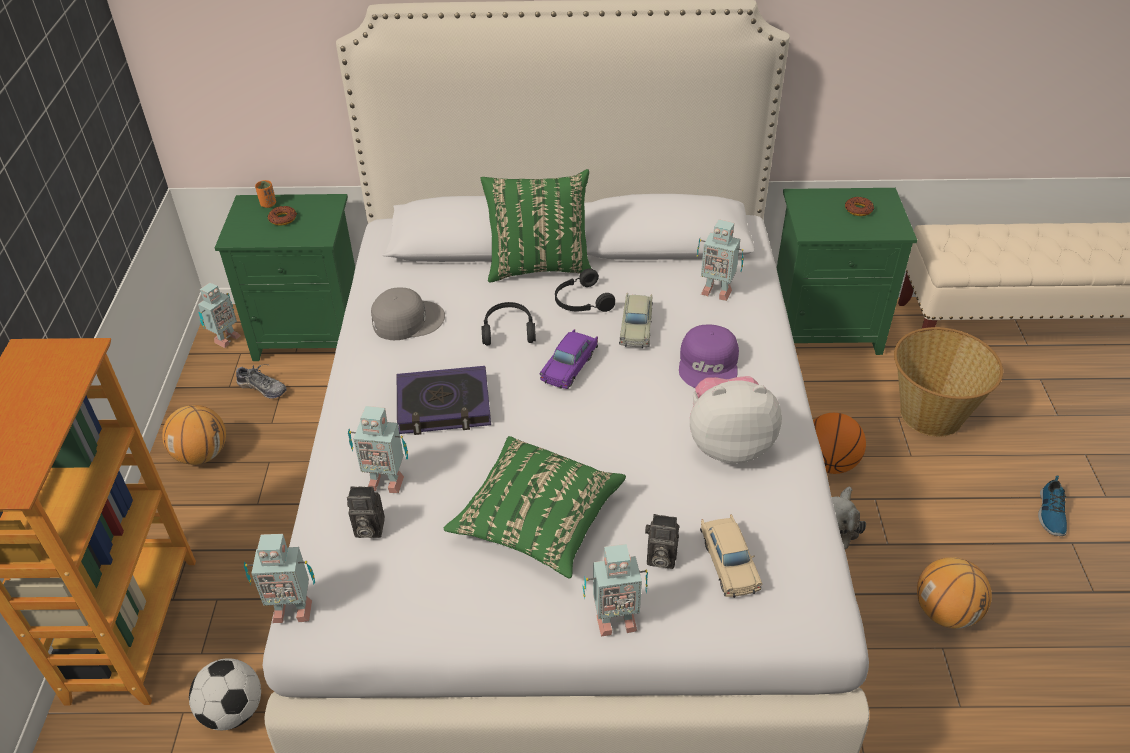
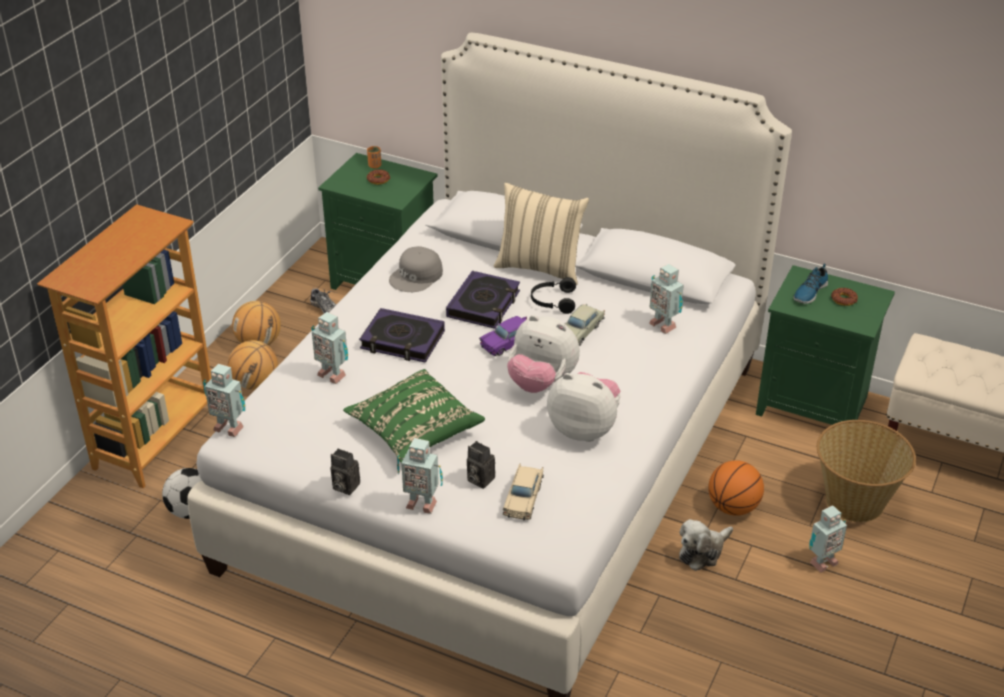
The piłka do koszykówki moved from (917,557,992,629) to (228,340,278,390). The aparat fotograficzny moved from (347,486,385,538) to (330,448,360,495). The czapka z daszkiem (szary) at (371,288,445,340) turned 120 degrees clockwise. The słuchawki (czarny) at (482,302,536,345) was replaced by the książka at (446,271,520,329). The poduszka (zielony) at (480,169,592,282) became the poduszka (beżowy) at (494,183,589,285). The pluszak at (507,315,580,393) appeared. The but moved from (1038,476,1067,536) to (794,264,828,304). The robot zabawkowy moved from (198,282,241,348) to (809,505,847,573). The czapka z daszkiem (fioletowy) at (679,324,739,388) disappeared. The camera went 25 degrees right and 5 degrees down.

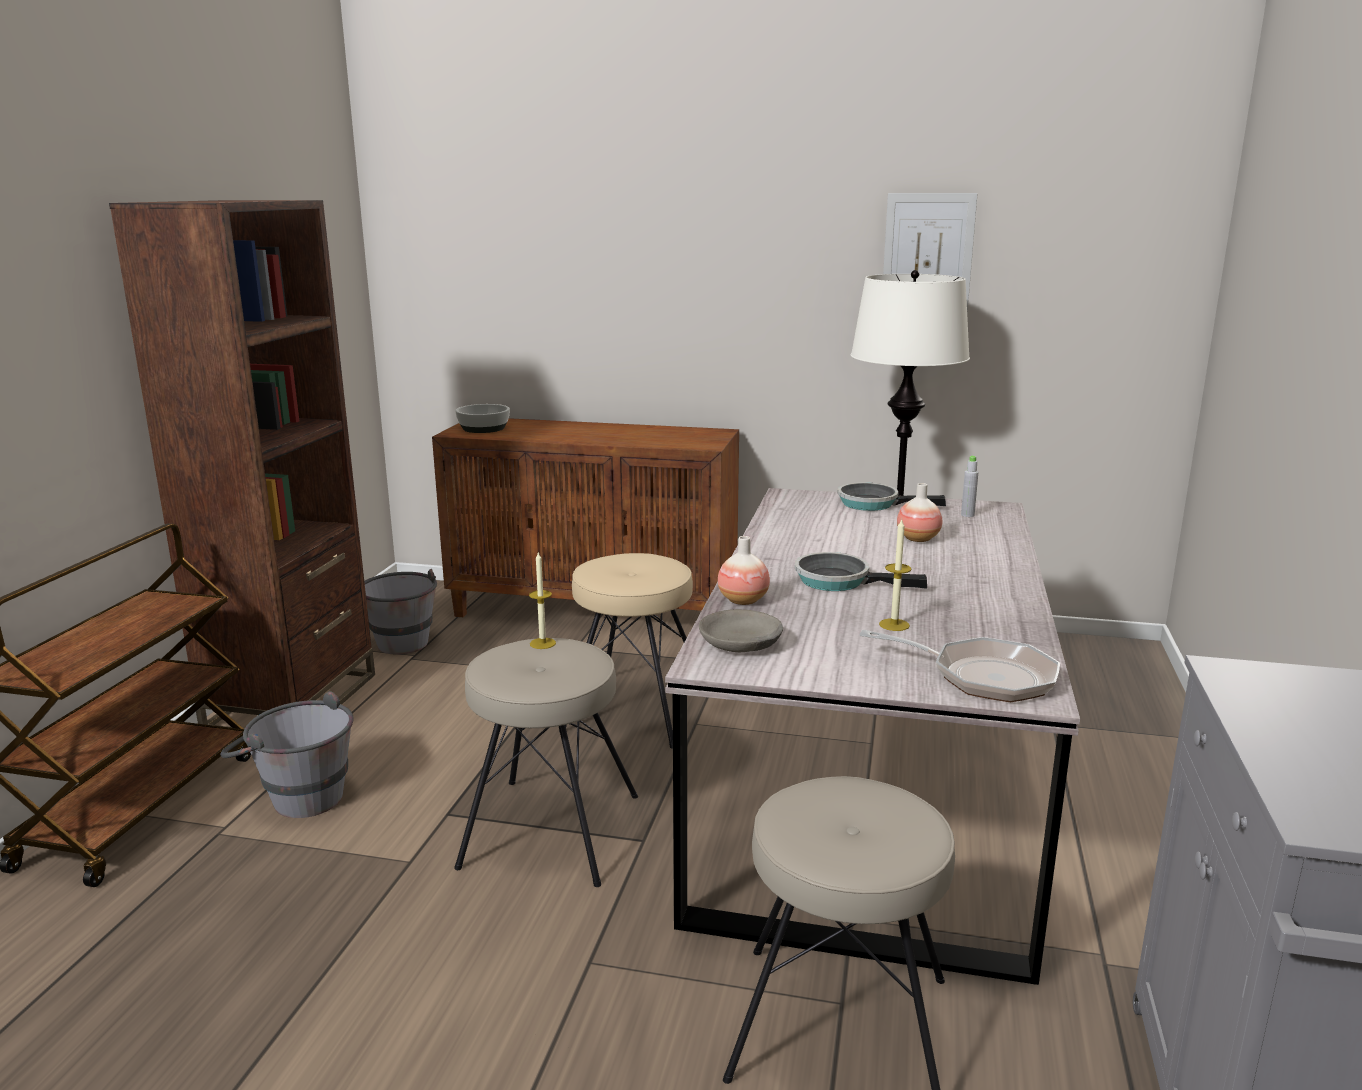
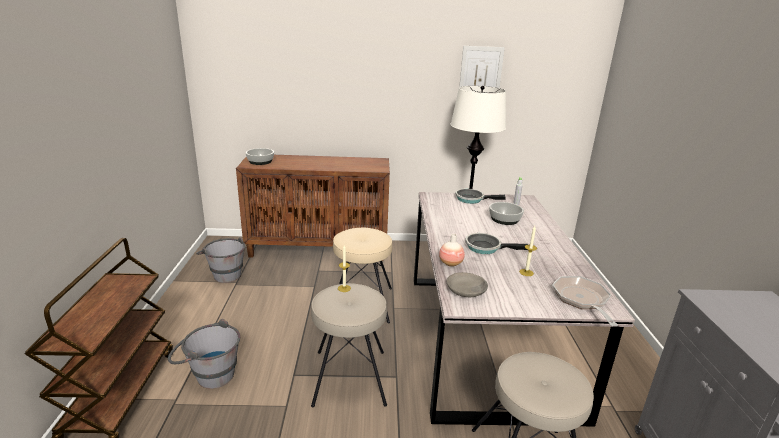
The wazon at (897,483,942,542) was replaced by the miska at (489,202,524,225). The patelnia at (859,630,1060,702) turned 105 degrees counterclockwise. The regał (brązowy) at (109,200,375,728) disappeared. The camera went 15 degrees left and 5 degrees up.

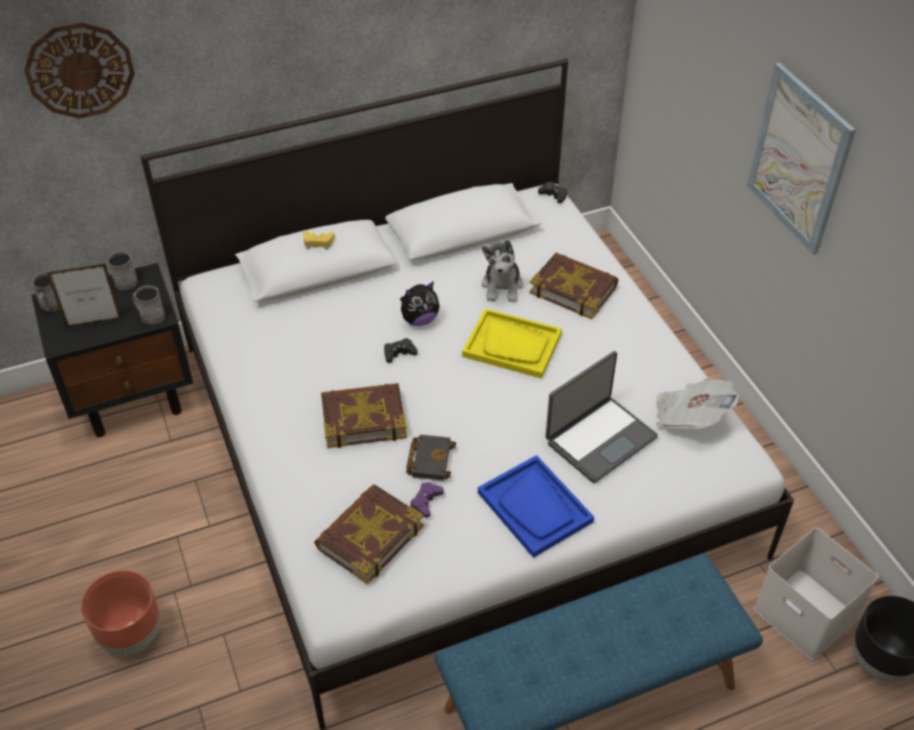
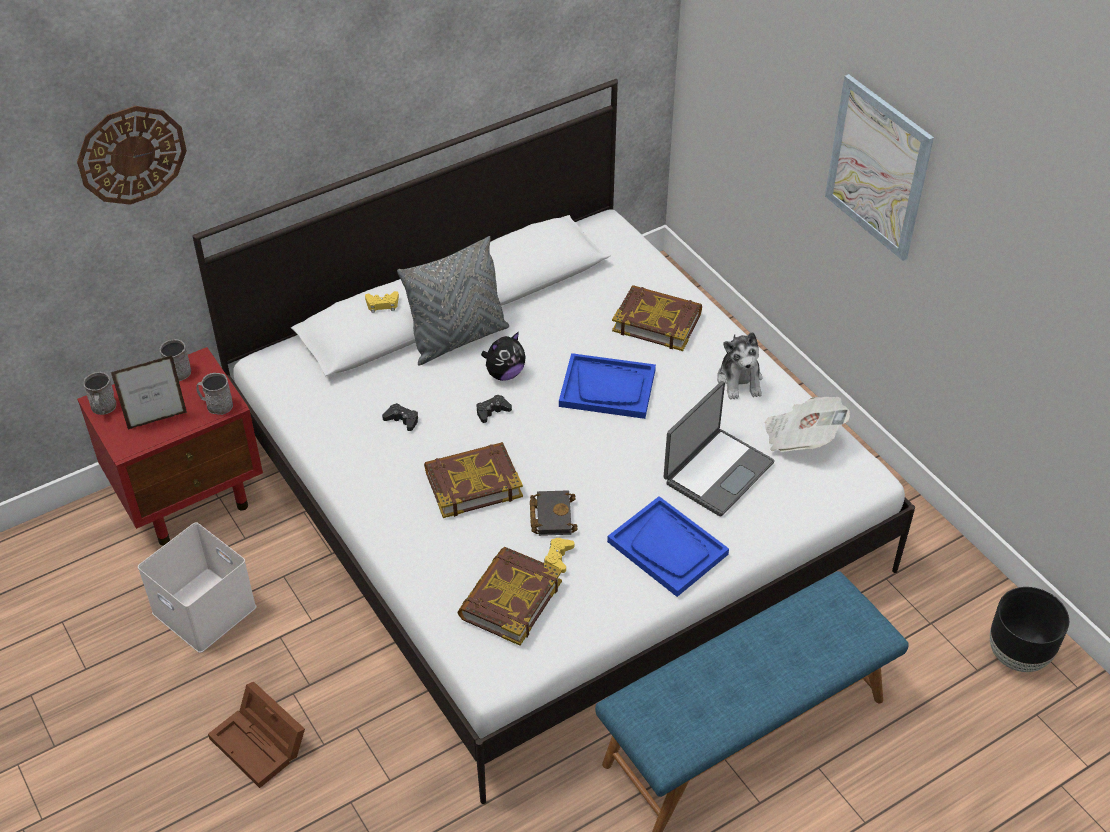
The szafka nocna (czarny) at (31,263,193,437) became the szafka nocna (czerwony) at (77,347,263,546). The pojemnik do przechowywania (biały) moved from (754,528,878,660) to (138,522,257,653). The donica (brązowy) at (81,571,160,656) was replaced by the pojemnik do przechowywania (brązowy) at (208,682,305,788). The pad do gier (czarny) moved from (538,182,567,204) to (382,403,418,431). The poduszka (szary) at (397,236,509,366) appeared. The pad do gier (fioletowy) at (410,482,444,518) became the pad do gier (żółty) at (544,538,574,573). The taca (żółty) at (462,308,562,379) became the taca (niebieski) at (559,353,656,419). The pluszak moved from (482,240,523,302) to (717,332,763,399). The camera went 10 degrees left and 0 degrees up.

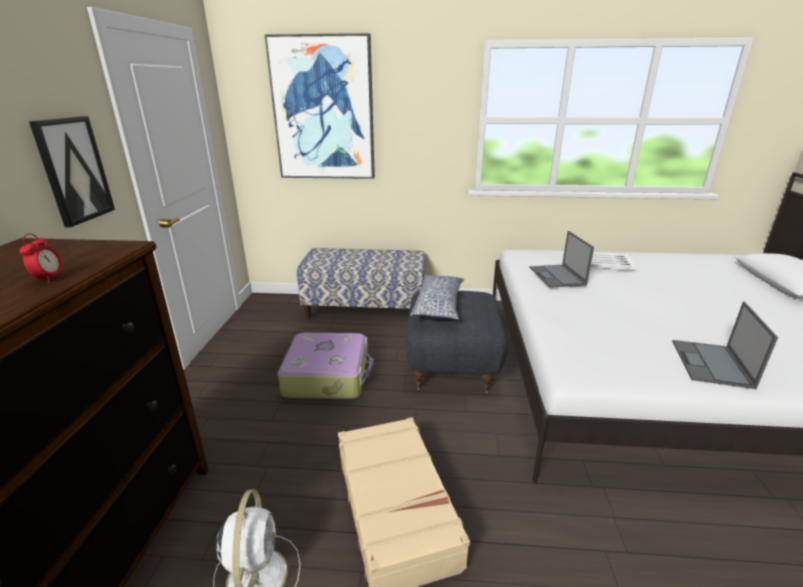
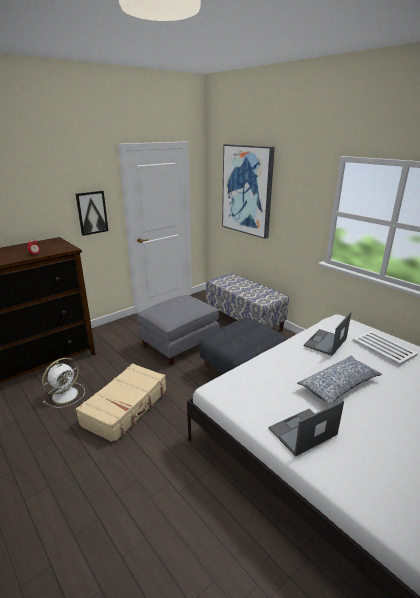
The walizka at (278,333,373,399) was replaced by the pufa (szary) at (137,295,219,366). The poduszka moved from (410,275,464,320) to (297,355,382,406). The camera went 45 degrees right and 0 degrees up.

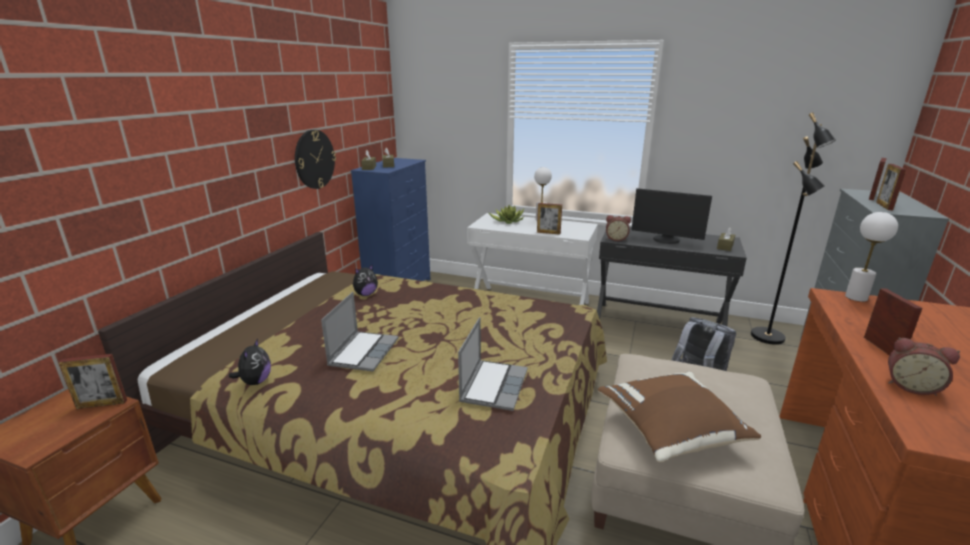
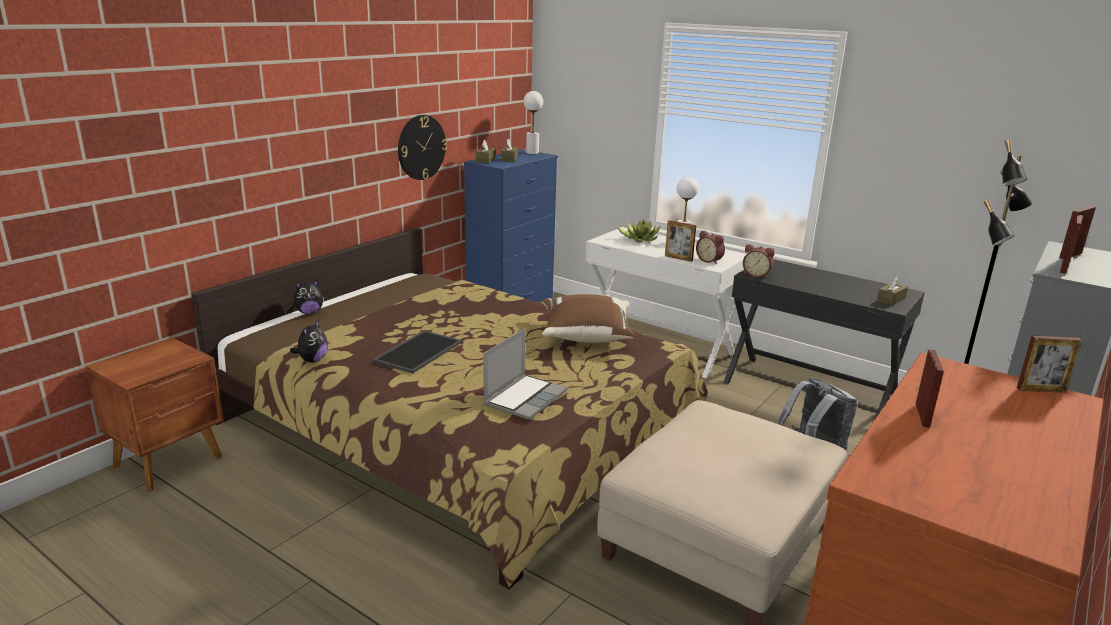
The pluszak moved from (352,264,378,296) to (294,279,324,314). The laptop at (321,292,398,372) was replaced by the taca at (372,330,462,374). The lampa stołowa (biały) moved from (845,212,898,302) to (524,91,543,154). The poduszka (brązowy) moved from (598,371,761,462) to (542,294,635,343). The budzik moved from (888,337,960,396) to (696,230,725,264). The ramka na zdjęcie moved from (58,354,127,409) to (1017,336,1083,393). The monitor at (632,188,712,244) disappeared. The camera went 15 degrees right and 0 degrees up.

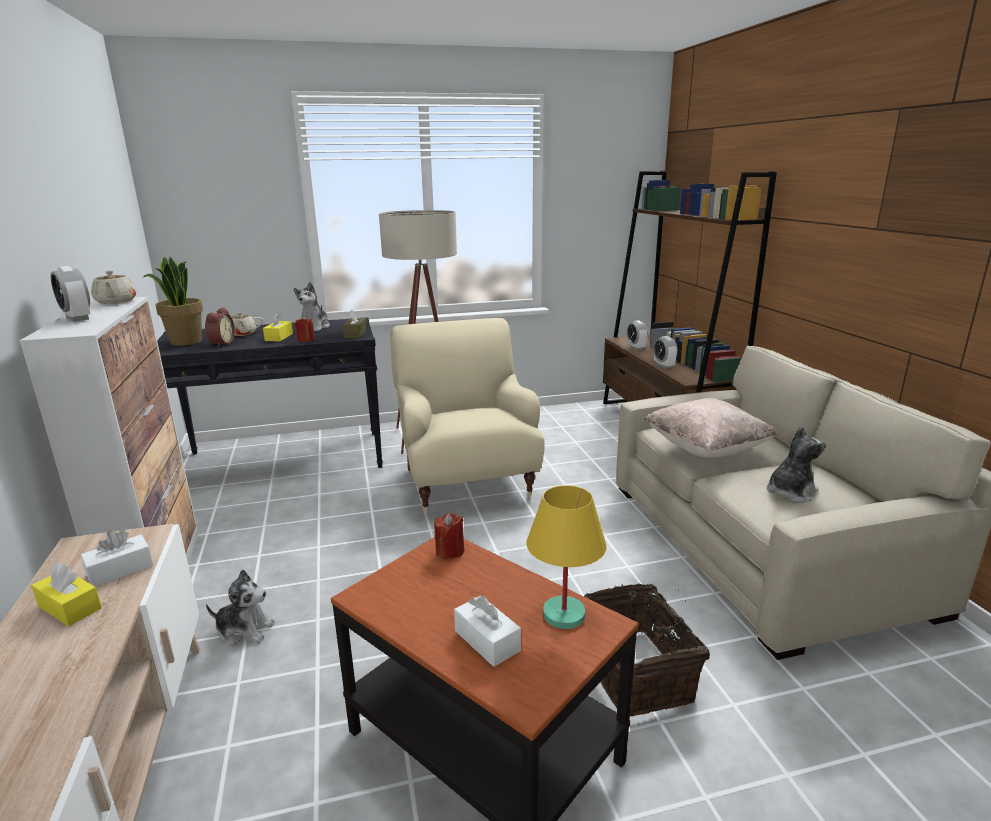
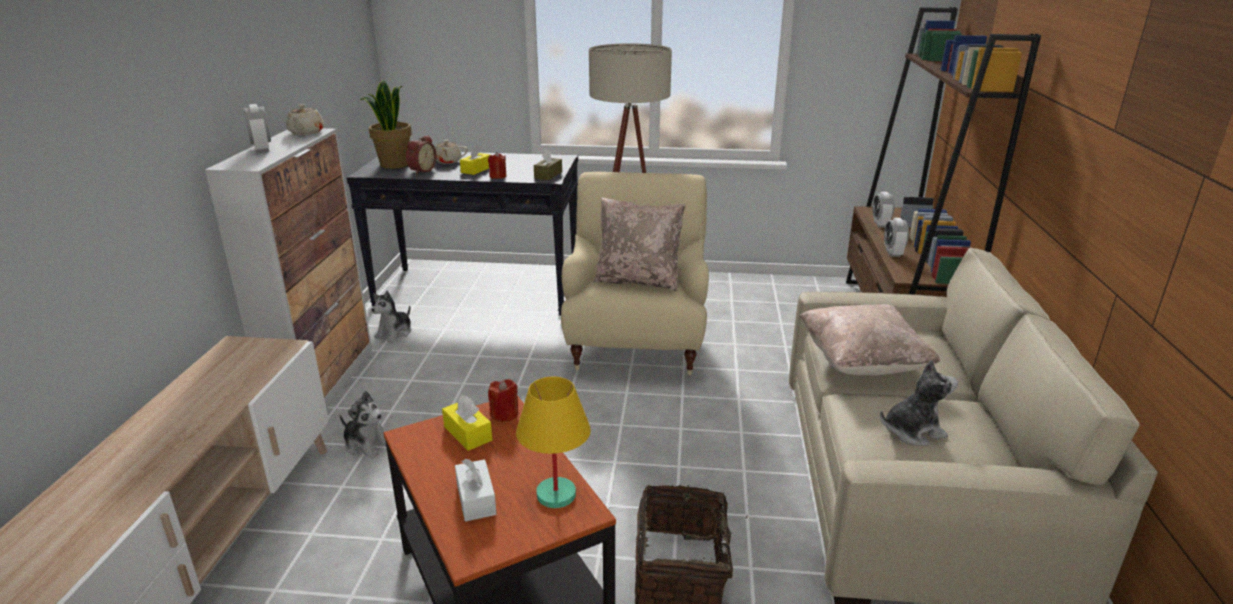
The pluszak moved from (294,282,330,331) to (371,291,411,343). The pudełko chusteczek (żółty) moved from (31,563,102,626) to (442,395,492,451). The poduszka (beżowy) at (593,197,686,292) appeared. The pudełko chusteczek (biały) at (81,530,153,587) disappeared. The camera went 20 degrees right and 5 degrees up.

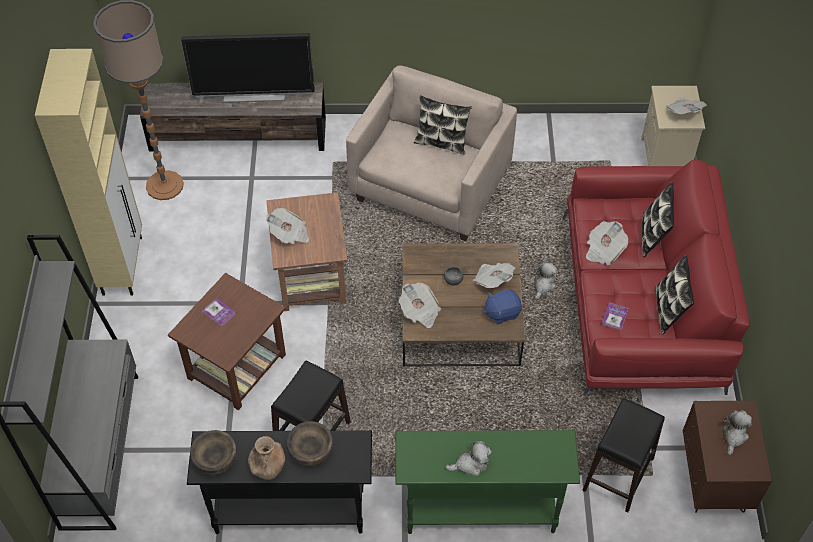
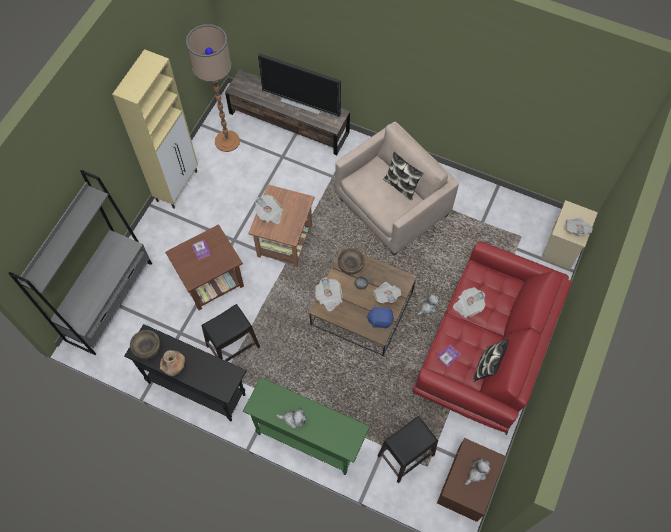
The miska (brązowy) moved from (287,421,333,466) to (338,248,365,275). The poduszka at (642,182,674,257) disappeared. The camera went 25 degrees right and 10 degrees up.

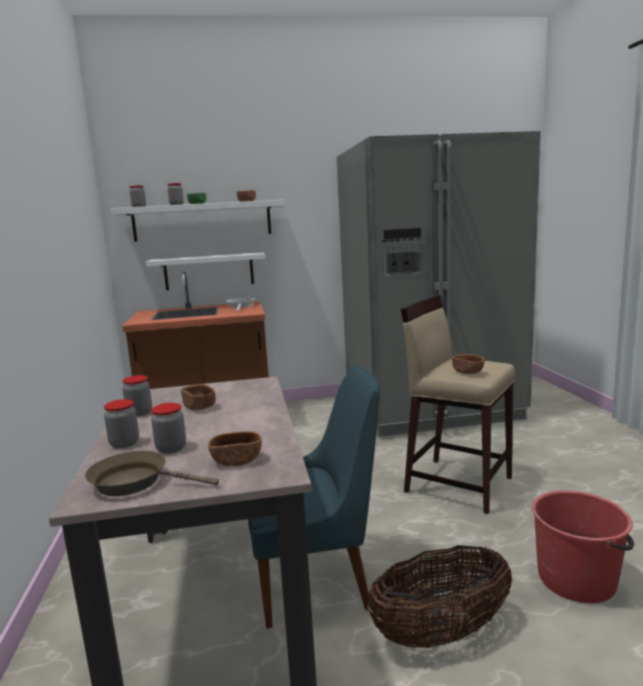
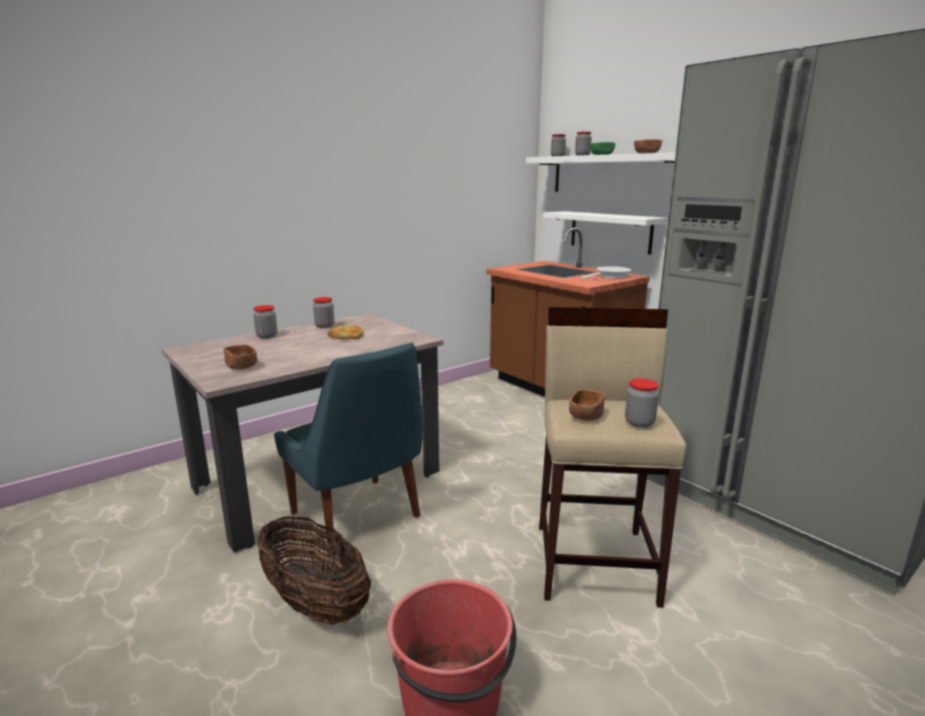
The miska (brązowy) at (181,384,216,410) was replaced by the chleb at (327,326,364,339). The słoik moved from (151,403,186,454) to (625,378,659,428). The patelnia (brązowy) at (85,451,219,496) disappeared. The camera went 60 degrees right and 5 degrees up.

